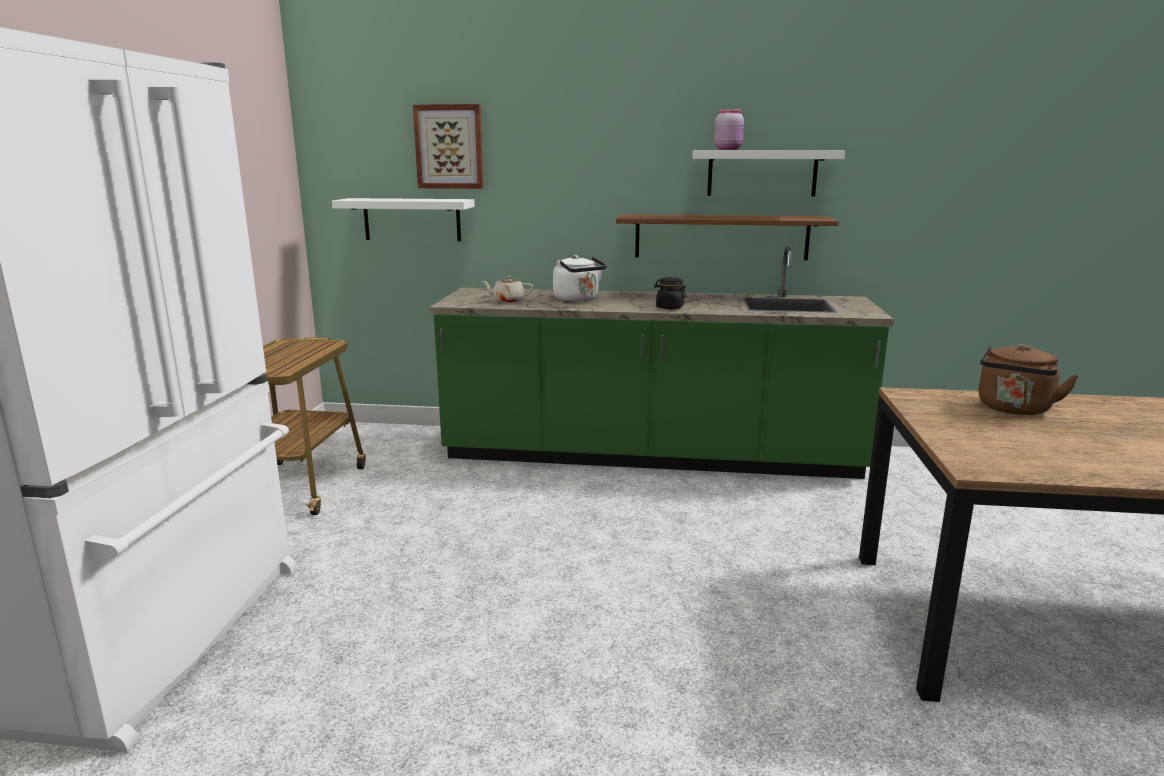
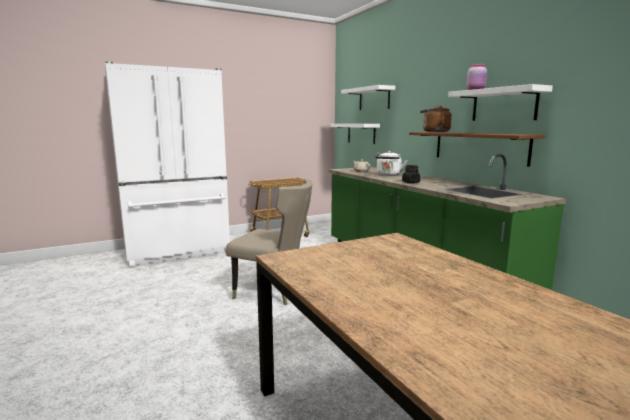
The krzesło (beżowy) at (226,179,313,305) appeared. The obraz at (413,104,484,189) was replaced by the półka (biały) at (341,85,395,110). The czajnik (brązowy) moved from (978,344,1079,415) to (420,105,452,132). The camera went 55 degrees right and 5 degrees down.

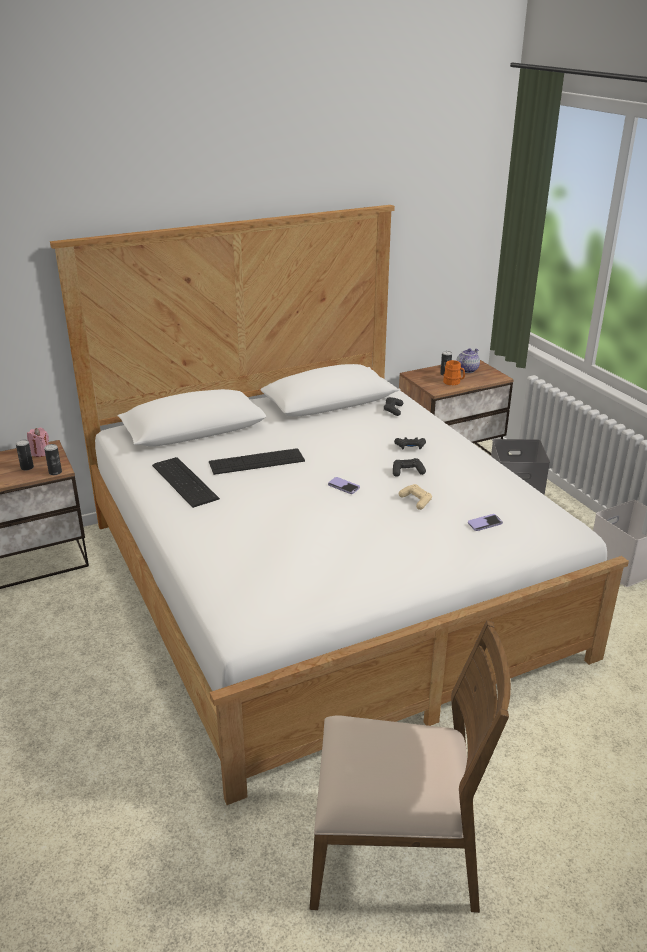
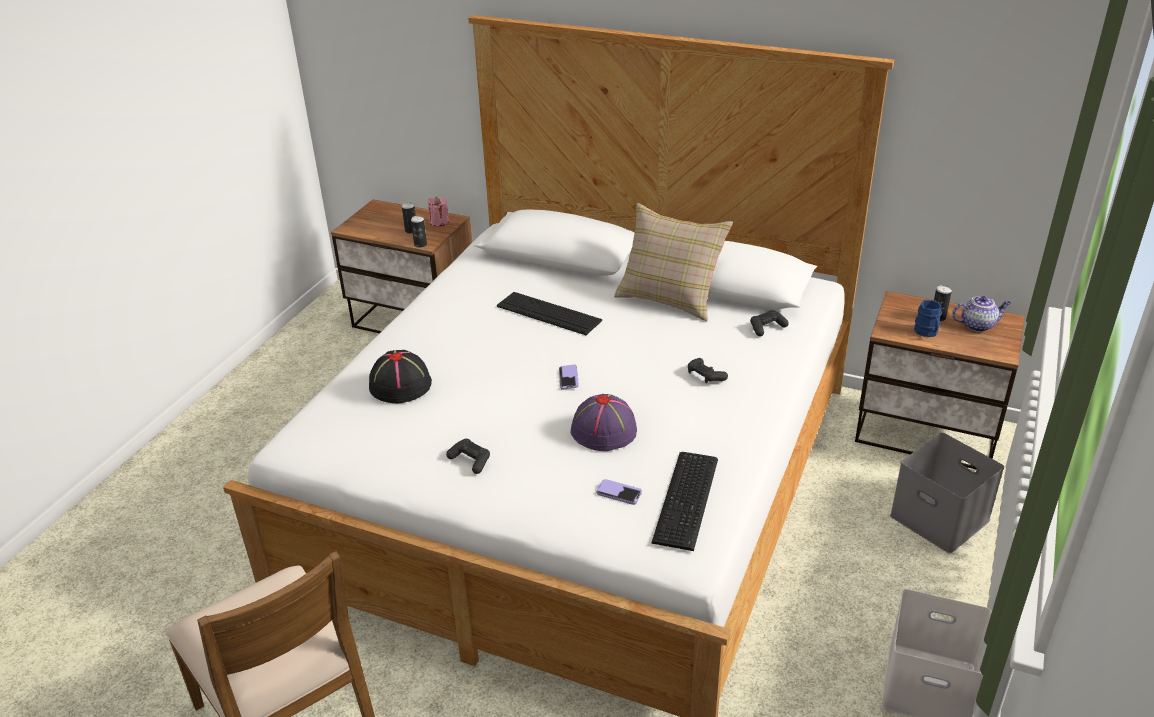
The kapelusz (czarny) at (369,350,432,403) appeared. The pad do gier (czarny) moved from (393,458,426,477) to (446,439,490,474). The pad do gier (beżowy) at (399,484,432,510) was replaced by the kapelusz (fioletowy) at (571,394,637,451). The poduszka (beżowy) at (614,203,733,321) appeared. The klawiatura moved from (152,457,220,508) to (651,452,718,551). The kubek (pomarańczowy) at (443,360,465,385) became the kubek (niebieski) at (914,300,942,337). The camera went 50 degrees right and 5 degrees up.

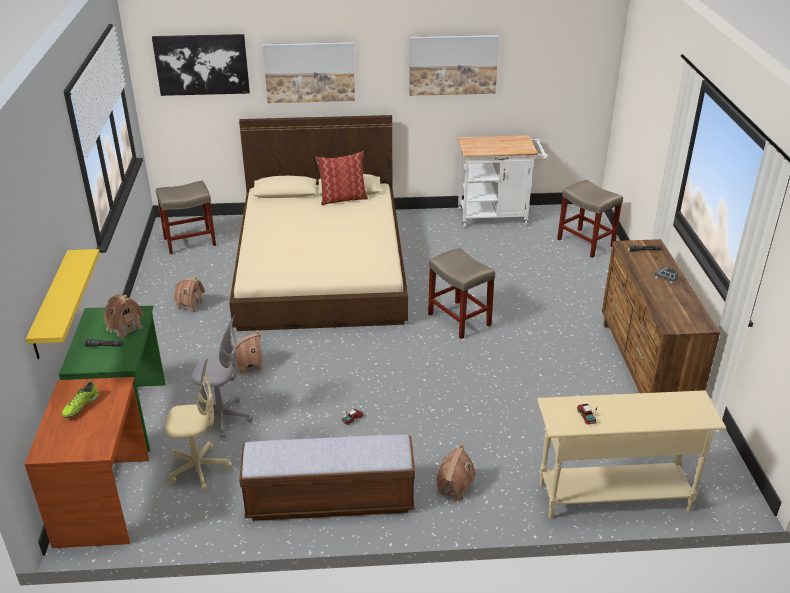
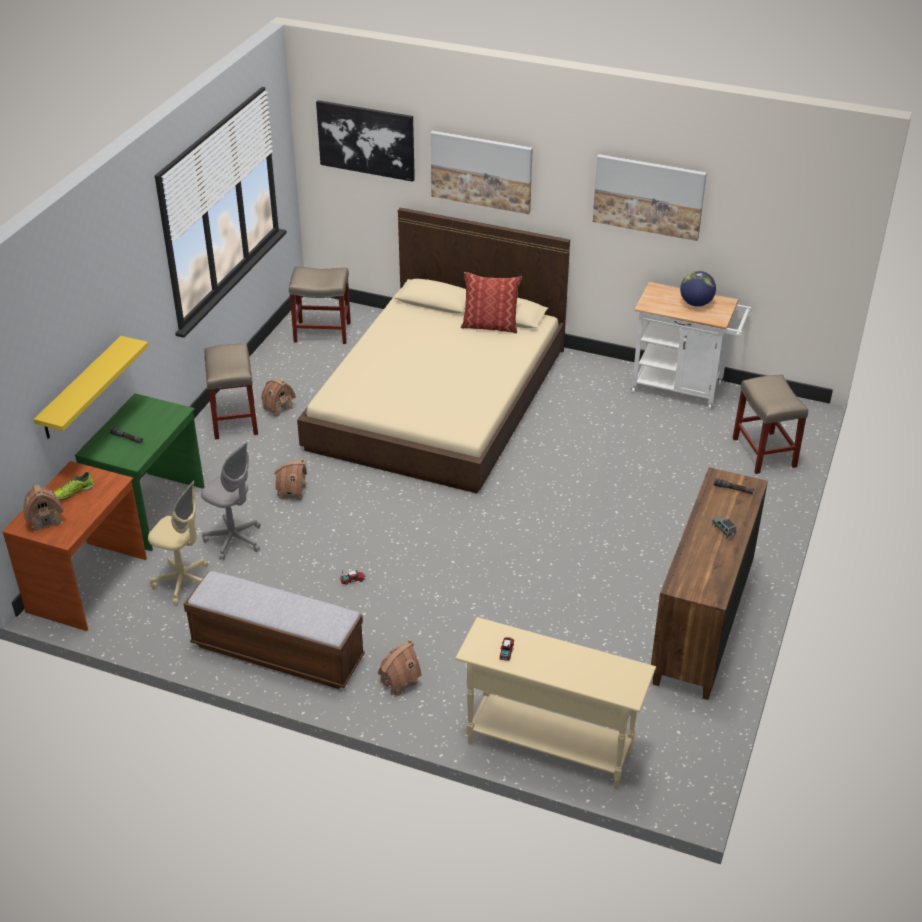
The domek moved from (104,295,144,339) to (24,484,64,532). The stołek (beżowy) moved from (428,248,495,339) to (204,344,258,439). The globus at (680,271,716,307) appeared. The camera went 25 degrees right and 5 degrees up.

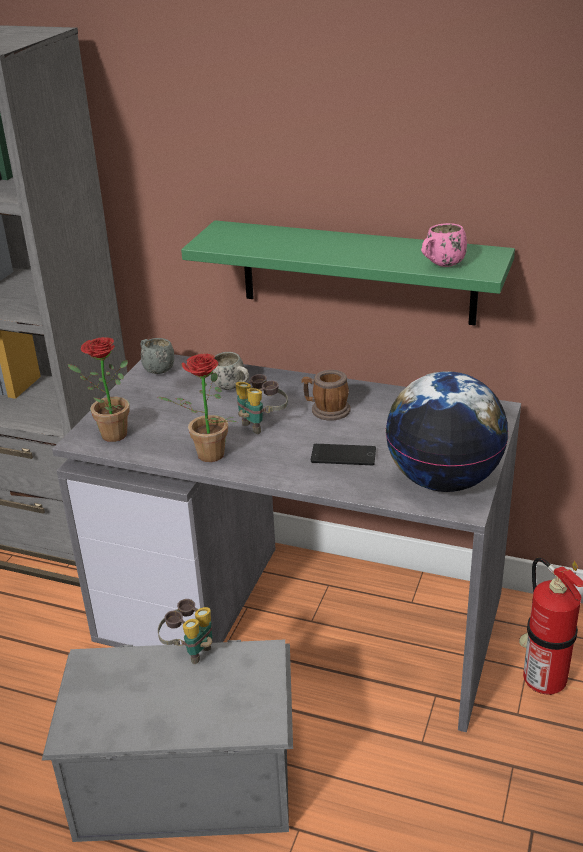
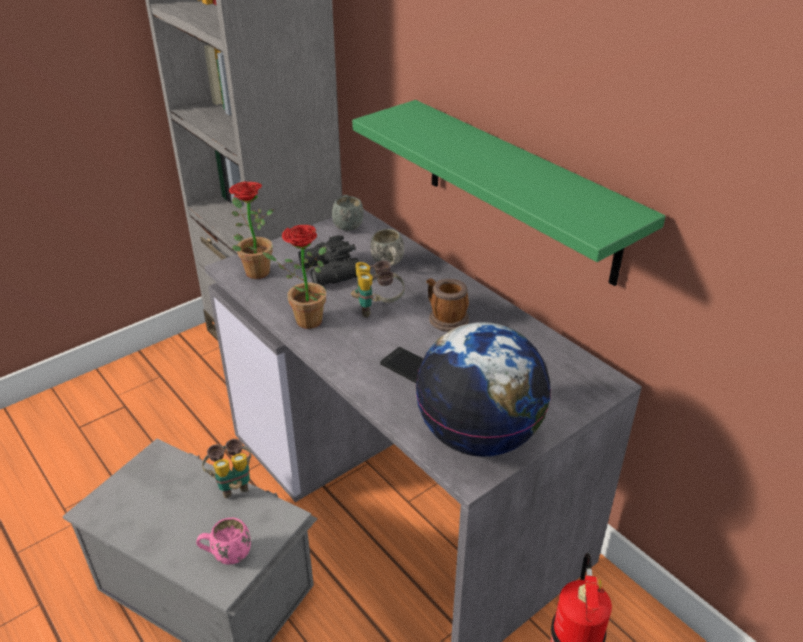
The kubek (różowy) moved from (421,223,467,267) to (196,518,251,565). The lornetka (czarny) at (299,235,359,286) appeared. The camera went 30 degrees right and 5 degrees up.

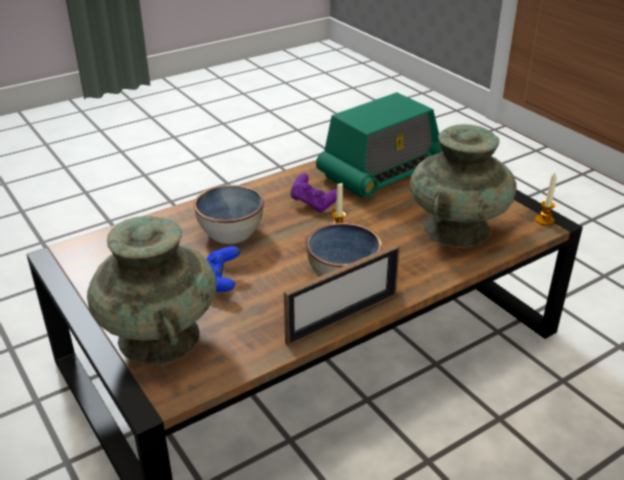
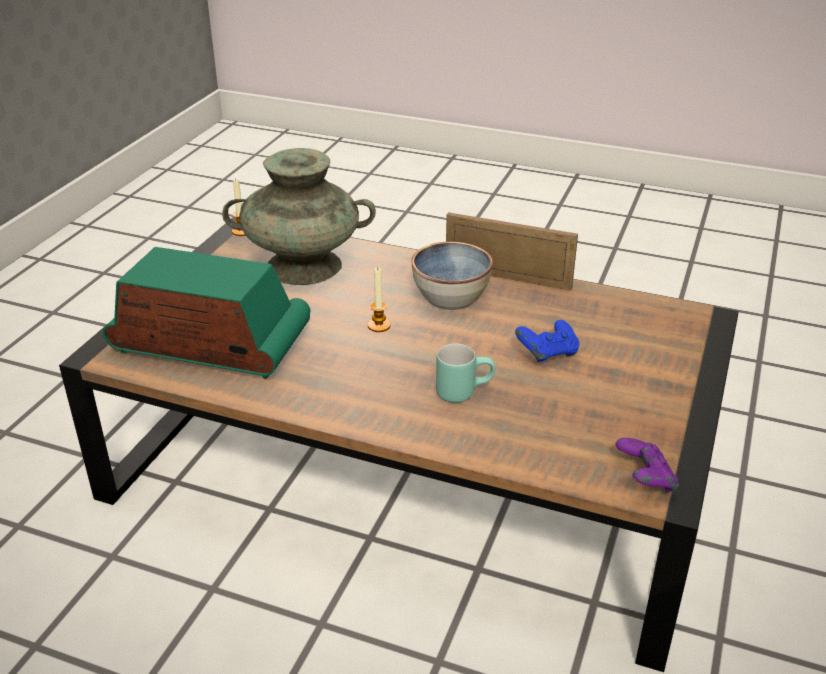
The miska at (194,185,264,244) was replaced by the kubek (turkusowy) at (436,344,495,403). The pad do gier (fioletowy) moved from (291,173,337,213) to (616,438,679,493). The wazon (turkusowy) at (87,216,217,365) disappeared. The camera went 125 degrees left and 0 degrees up.

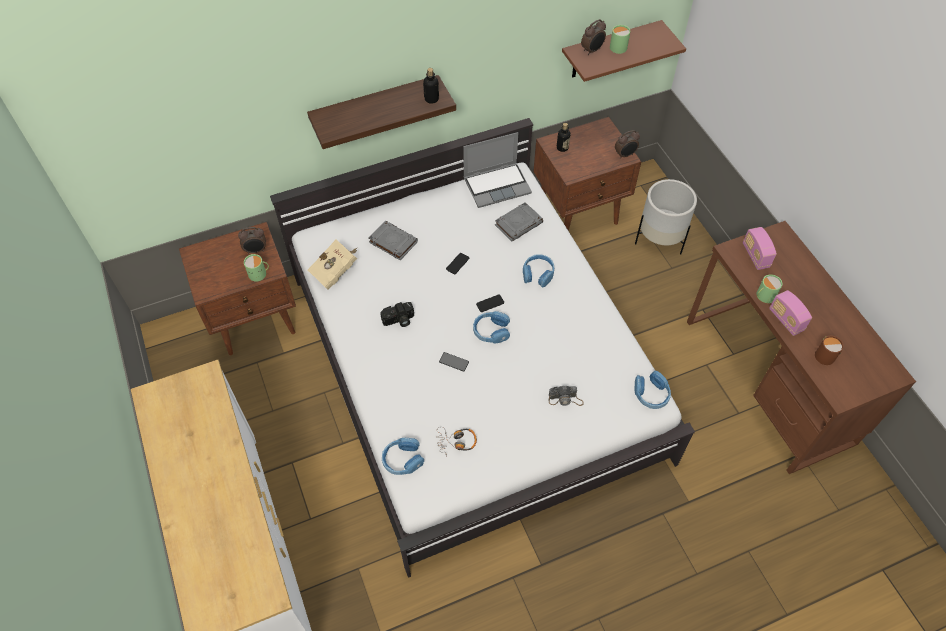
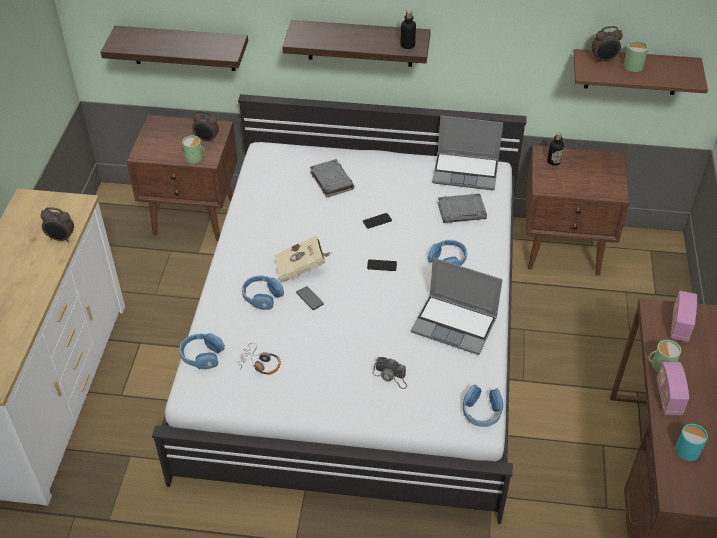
The budzik moved from (615,130,640,159) to (41,207,74,242). The półka at (101,26,248,71) appeared. The słuchawki (niebieski) moved from (473,311,510,344) to (242,275,284,310). The książka (beżowy) moved from (308,239,357,290) to (274,236,332,282). The laptop at (411,258,503,355) appeared. The kubek (brązowy) at (815,336,844,365) became the kubek (turkusowy) at (675,424,708,461). The aparat fotograficzny at (380,302,414,327) disappeared. The donica (biały) at (635,179,697,255) disappeared. The camera went 30 degrees right and 10 degrees down.

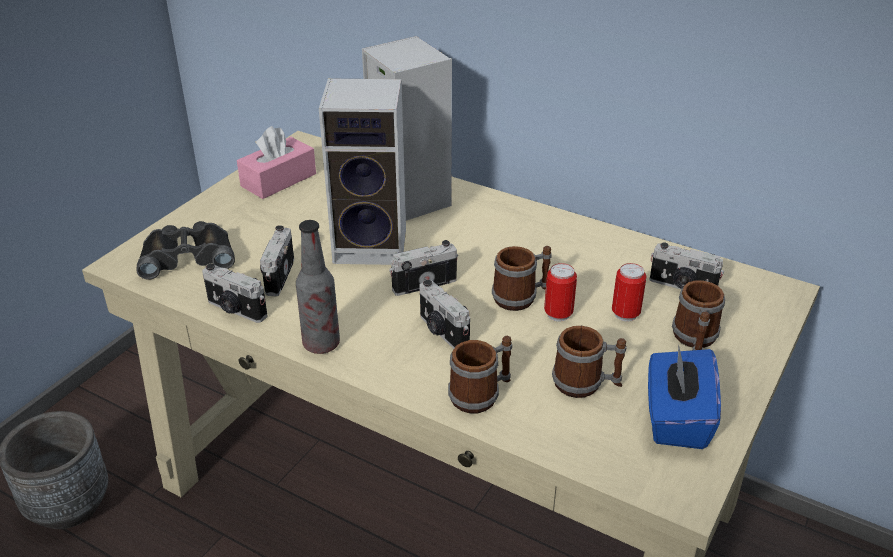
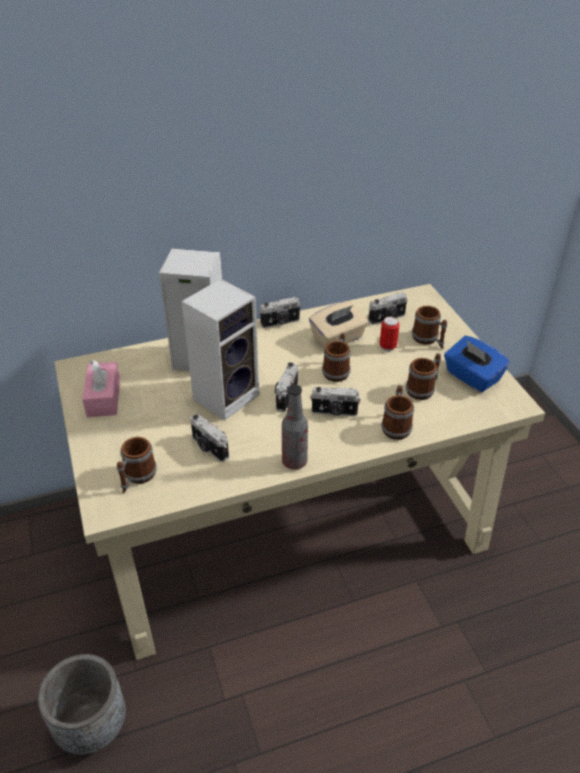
The lornetka (czarny) at (137,221,235,280) was replaced by the kubek at (117,437,157,493). The aparat fotograficzny moved from (202,264,268,323) to (259,297,301,328). The pudełko chusteczek (beżowy) at (309,301,368,347) appeared. The puszka at (544,263,577,322) disappeared. The camera went 50 degrees left and 5 degrees up.

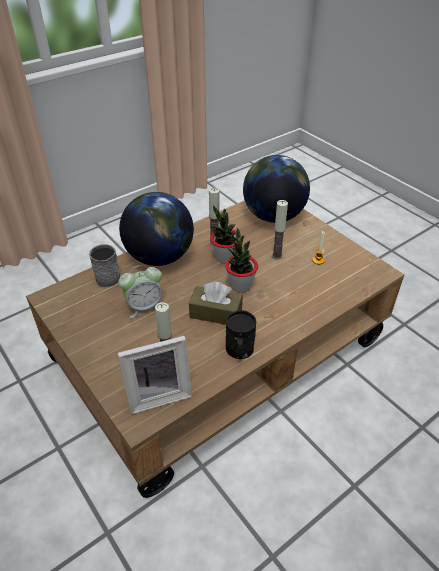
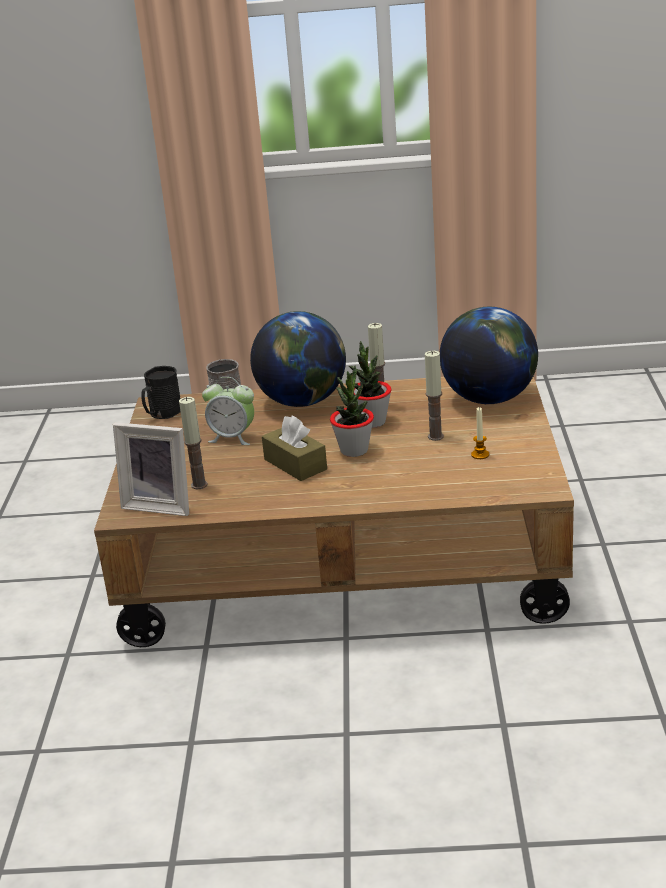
The kubek (czarny) moved from (226,310,256,359) to (141,366,181,419). The camera went 40 degrees right and 15 degrees down.

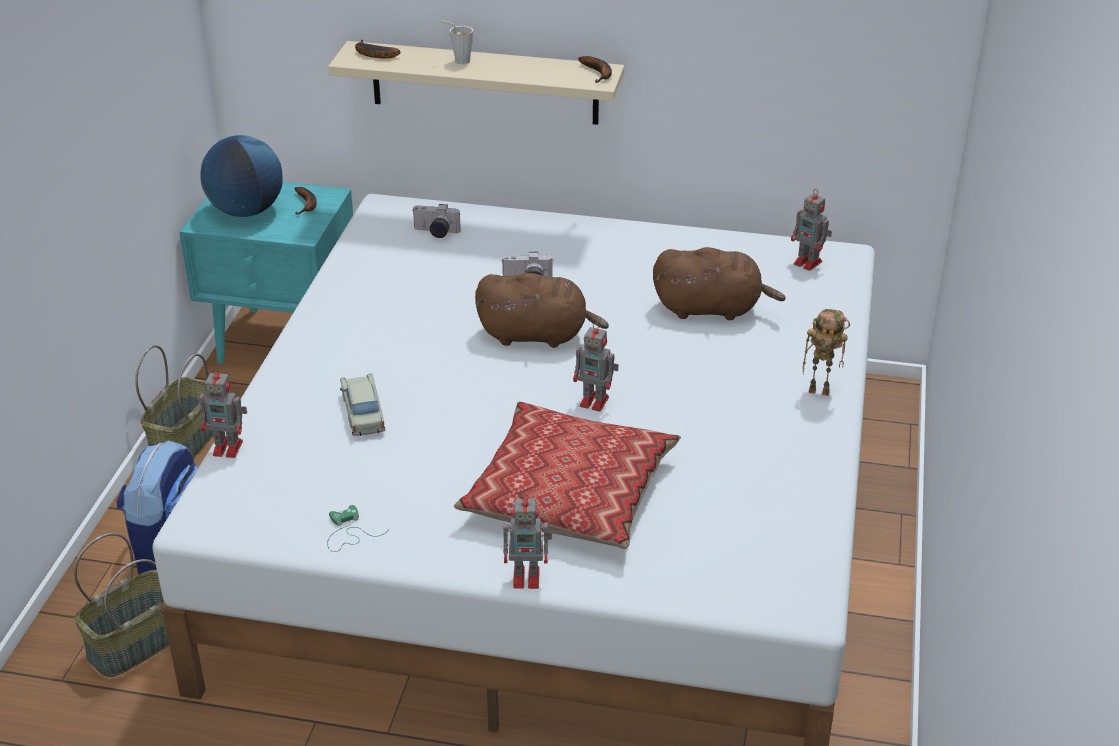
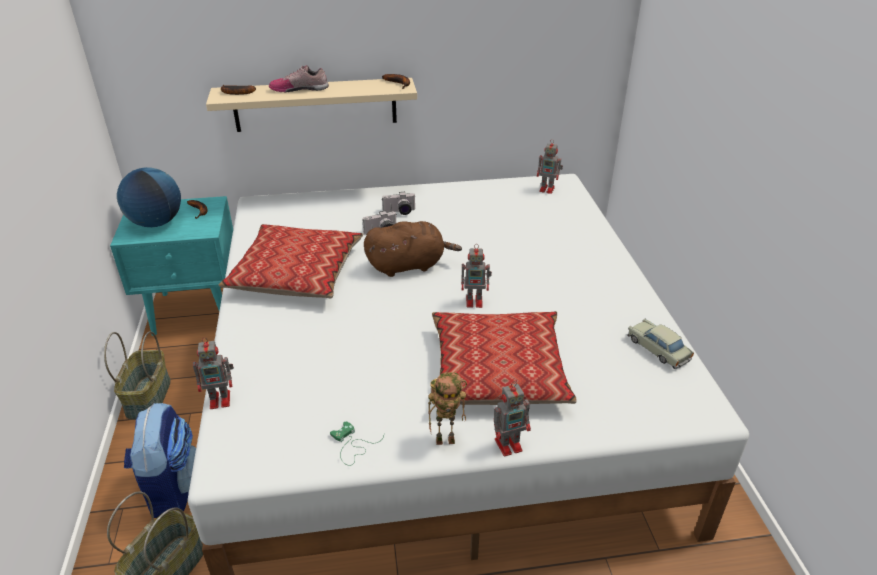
The poduszka at (219,224,364,298) appeared. The filiżanka (szary) at (441,20,473,64) was replaced by the but at (269,65,329,92). The aparat fotograficzny moved from (413,204,461,238) to (382,192,415,215). The robot zabawkowy moved from (802,309,850,396) to (428,372,467,445). The samochodzik (beżowy) moved from (340,373,385,436) to (627,319,694,369). The pluszak (brązowy) at (653,247,785,320) disappeared. The camera went 20 degrees left and 0 degrees up.

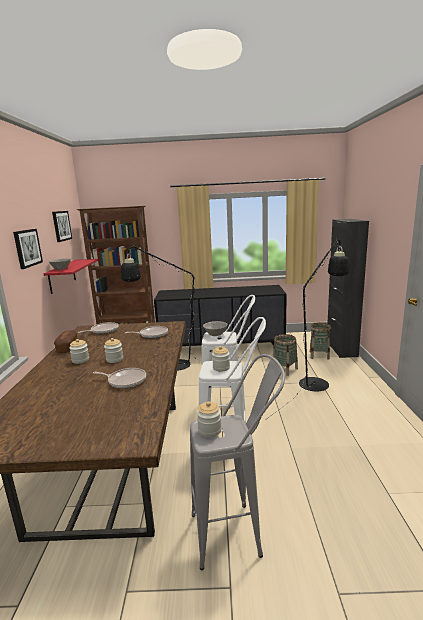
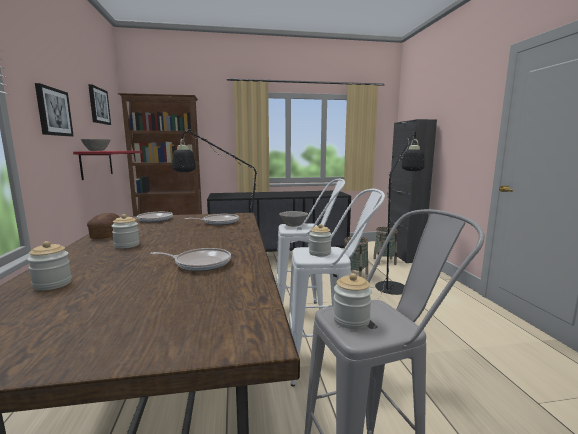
The słoik moved from (104,338,123,363) to (27,241,72,291). The camera went 10 degrees left and 5 degrees down.

